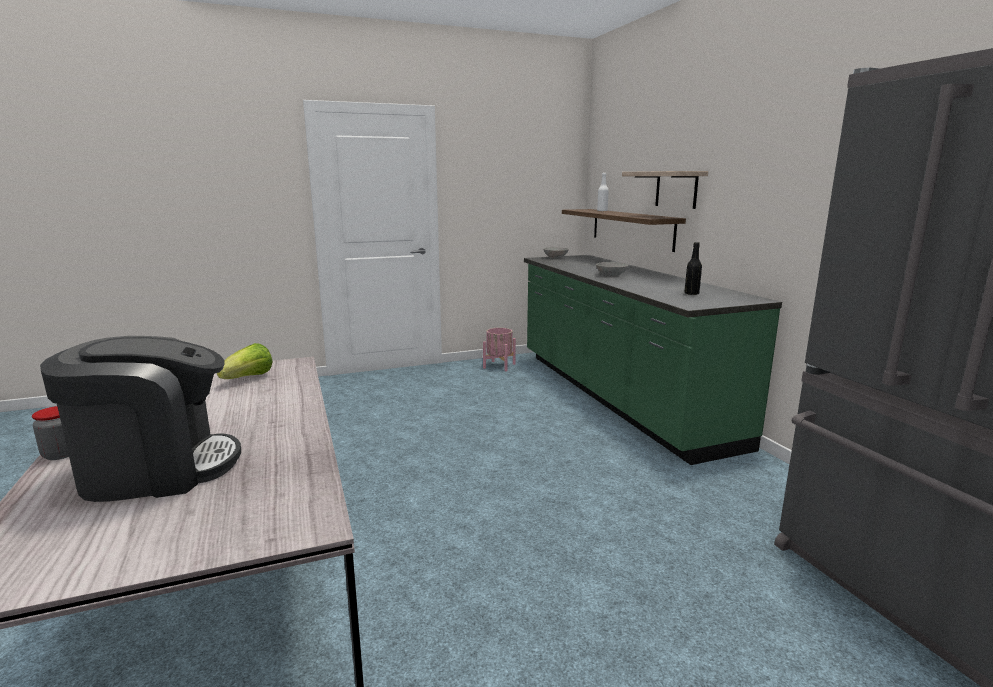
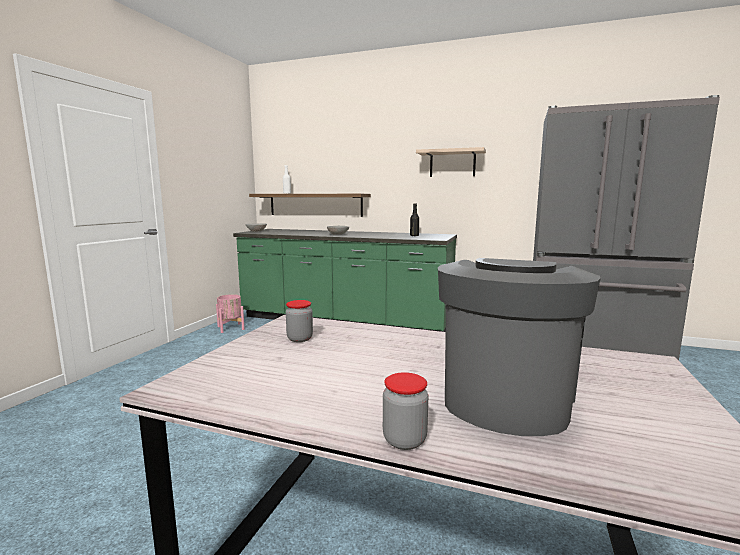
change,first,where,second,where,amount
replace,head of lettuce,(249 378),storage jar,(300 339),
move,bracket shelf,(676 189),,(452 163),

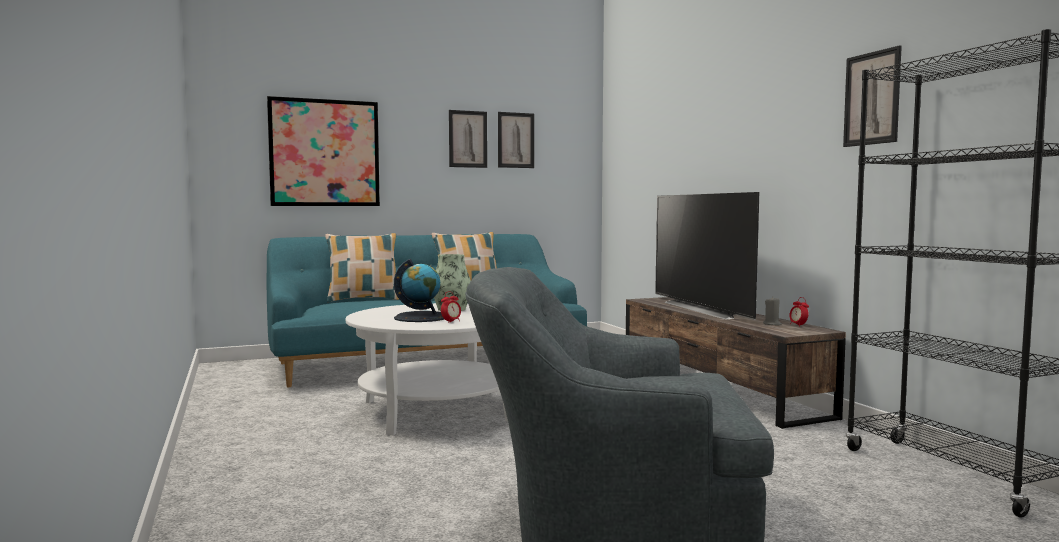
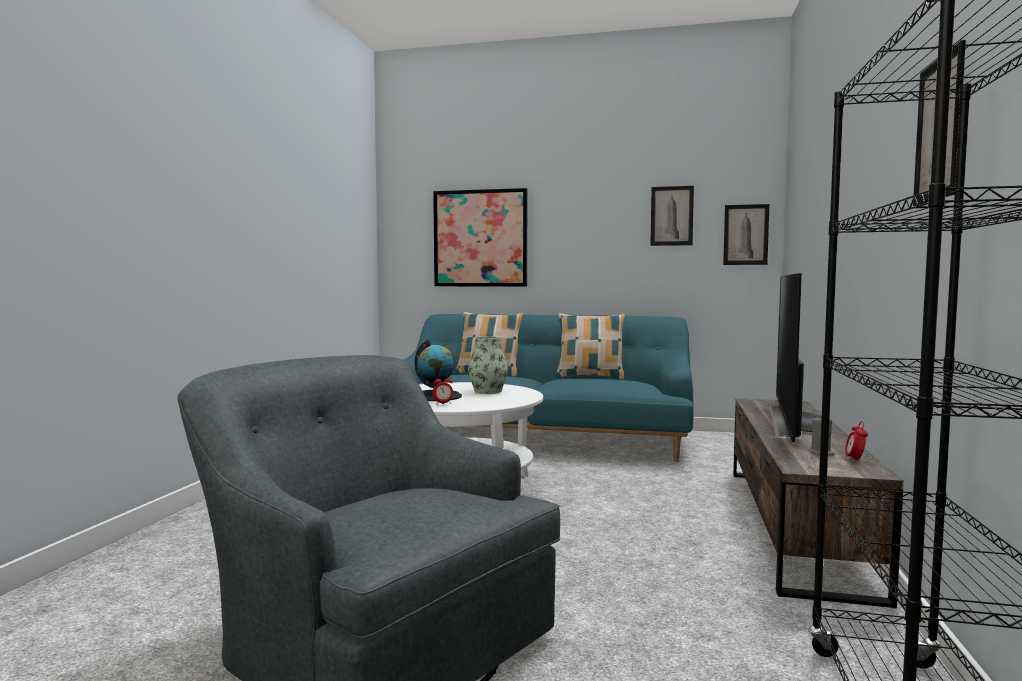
change,first,where,second,where,amount
move,picture,(468 139),,(745 234),

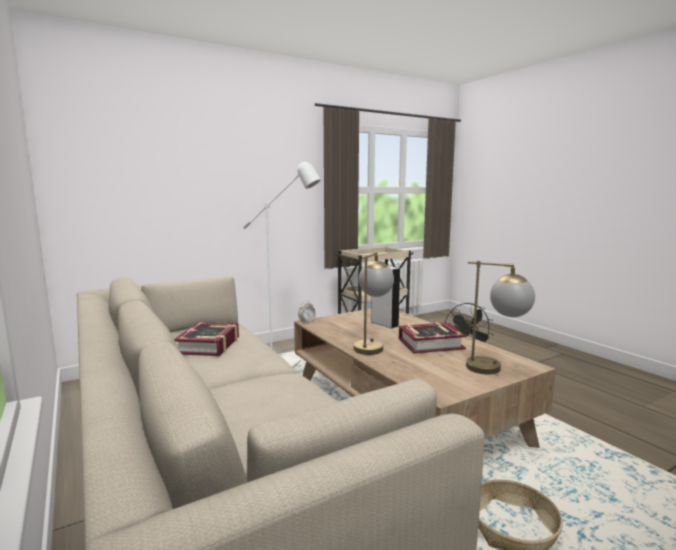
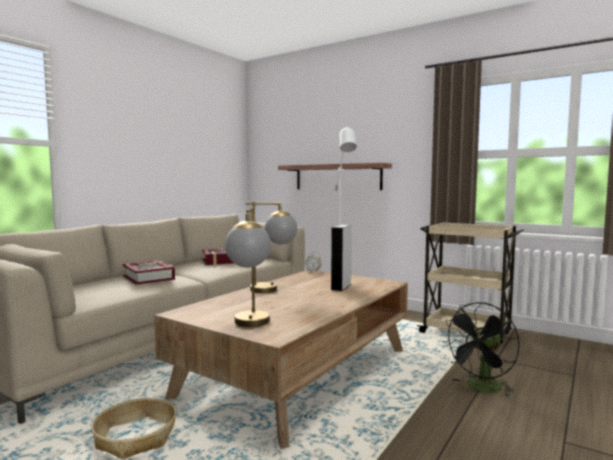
change,first,where,second,where,amount
move,book,(430 344),,(149 278),
insert,,,bracket shelf,(337 177),

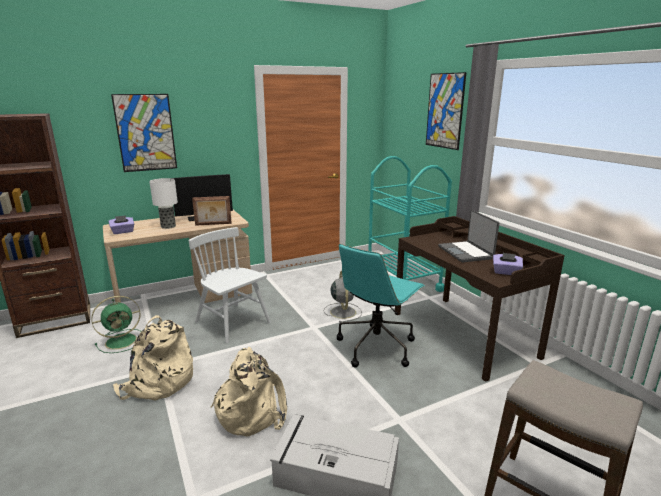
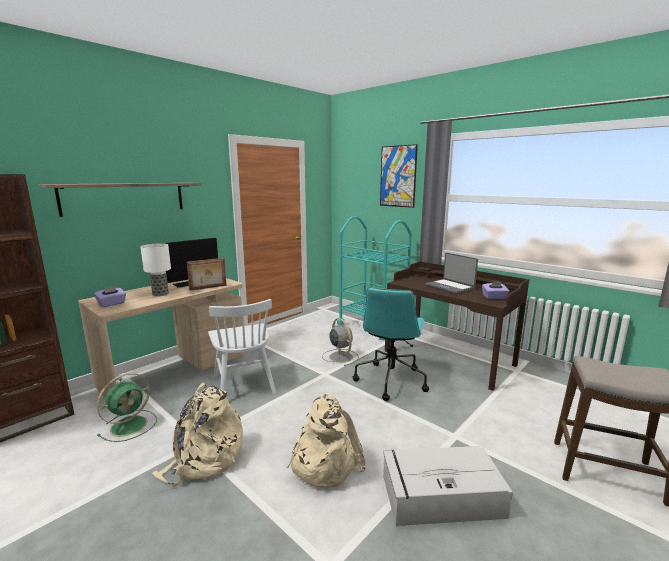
change,first,where,second,where,amount
replace,picture,(145 133),bracket shelf,(125 198),
rotate,whitish plain chair,(233 322),,(243 384),135 degrees counterclockwise

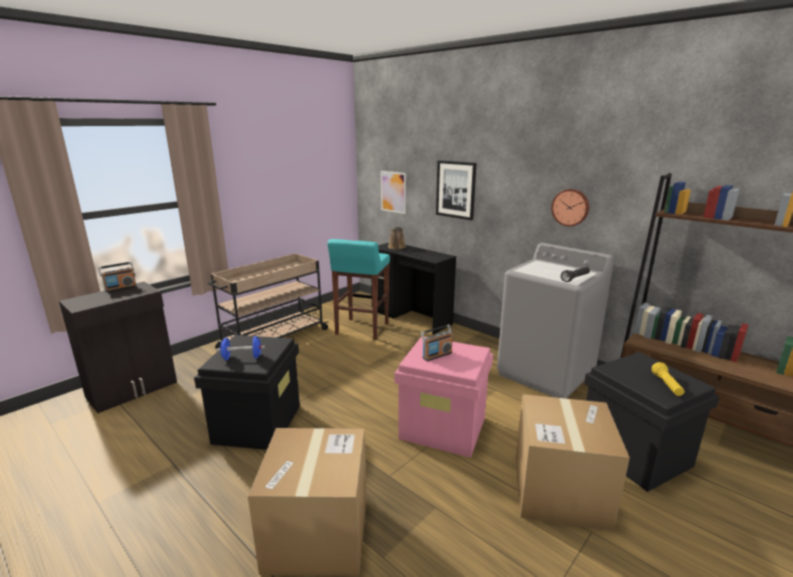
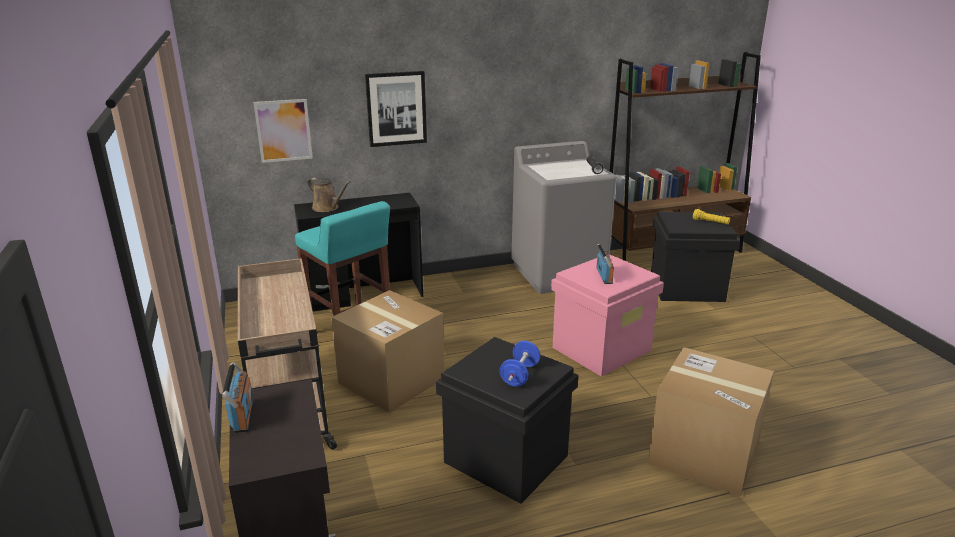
change,first,where,second,where,amount
move,cardboard box,(559 491),,(391 380),
delete,clock on the wall,(570 207),,,

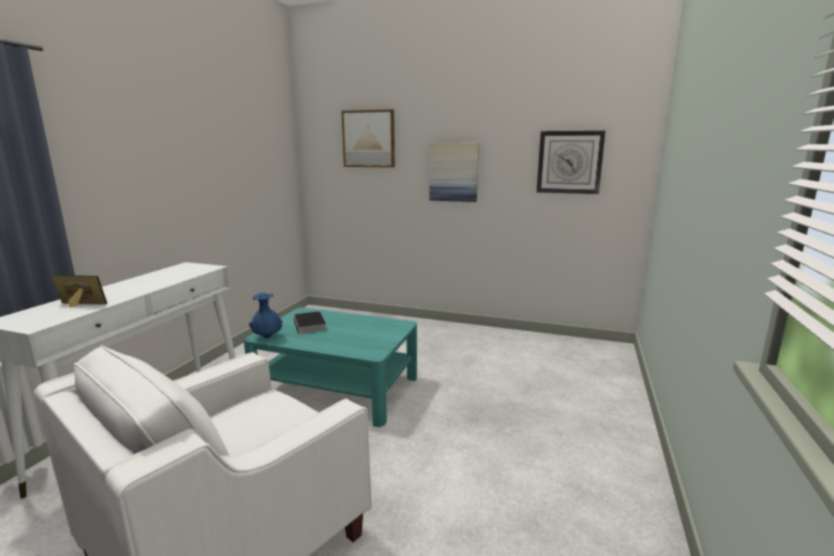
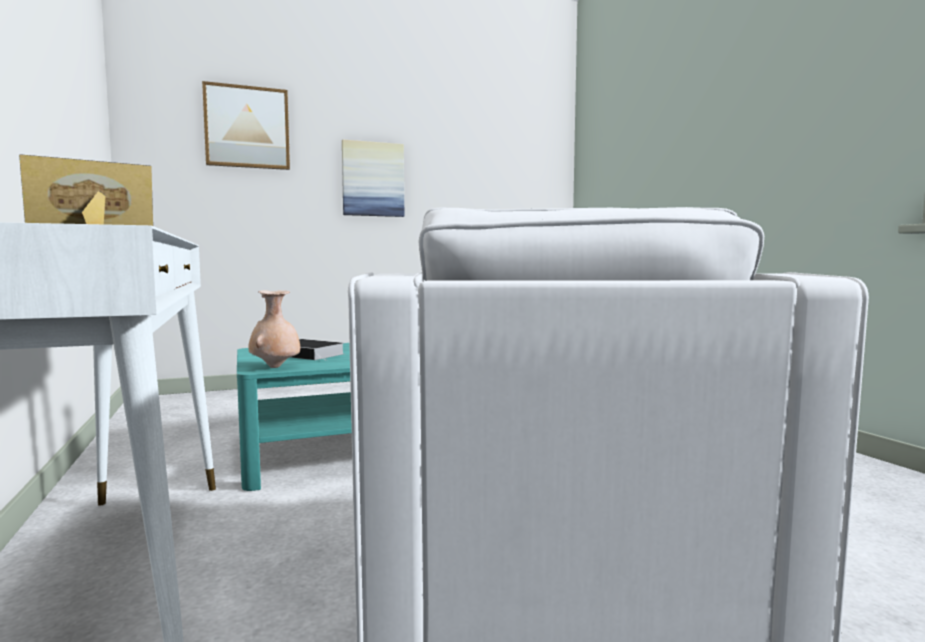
change,first,where,second,where,amount
recolor,bluish decorative vase,(267 337),sand-coloured decorative vase,(275 367),
delete,clock on the wall,(569 162),,,

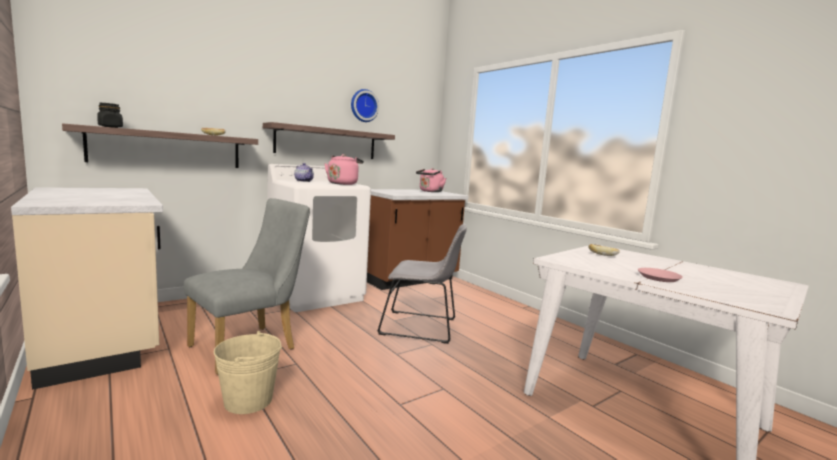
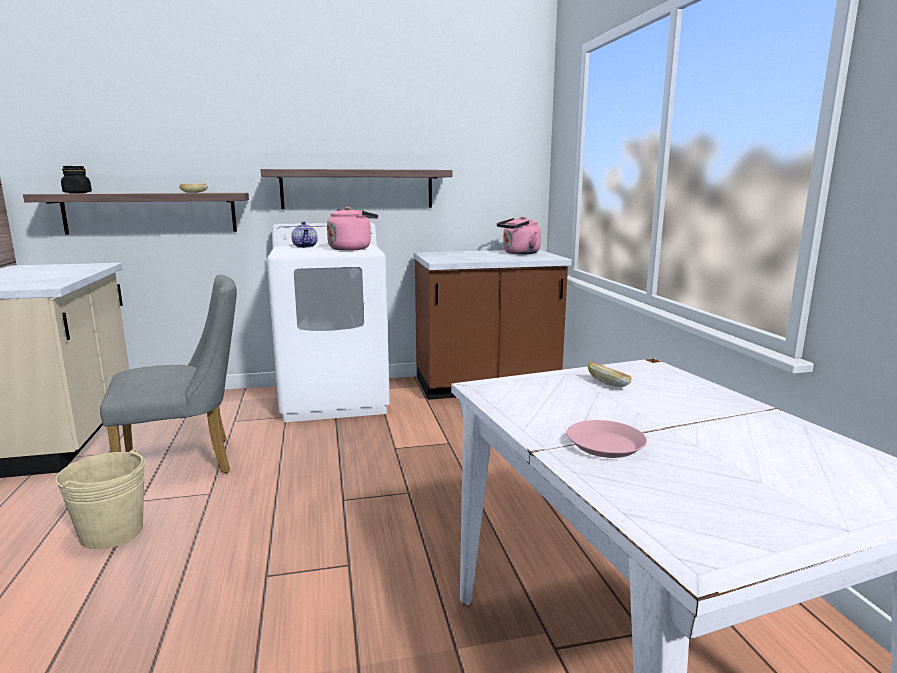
change,first,where,second,where,amount
delete,clock on the wall,(363 105),,,
delete,gray plain chair,(422 327),,,

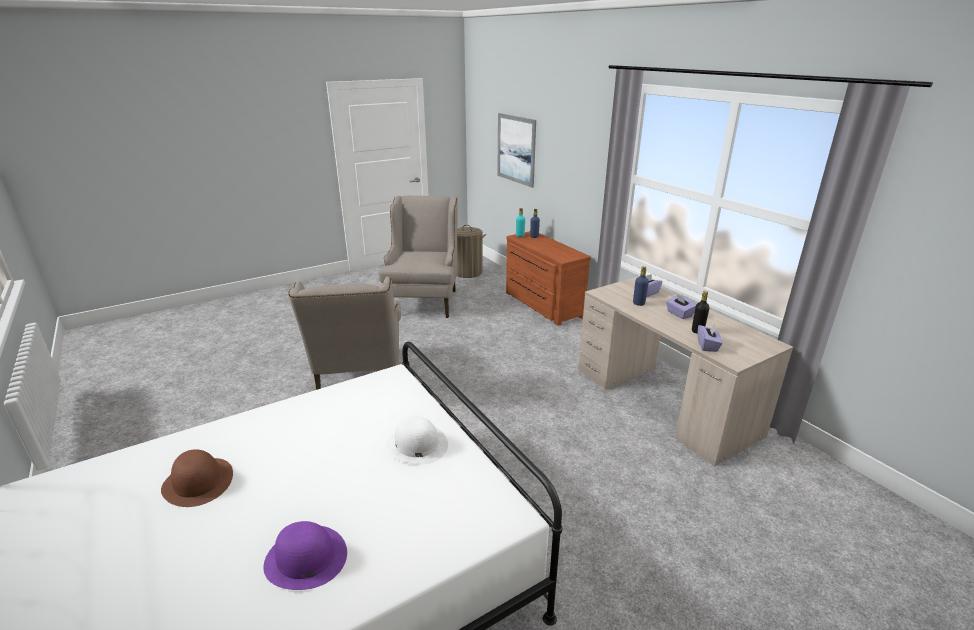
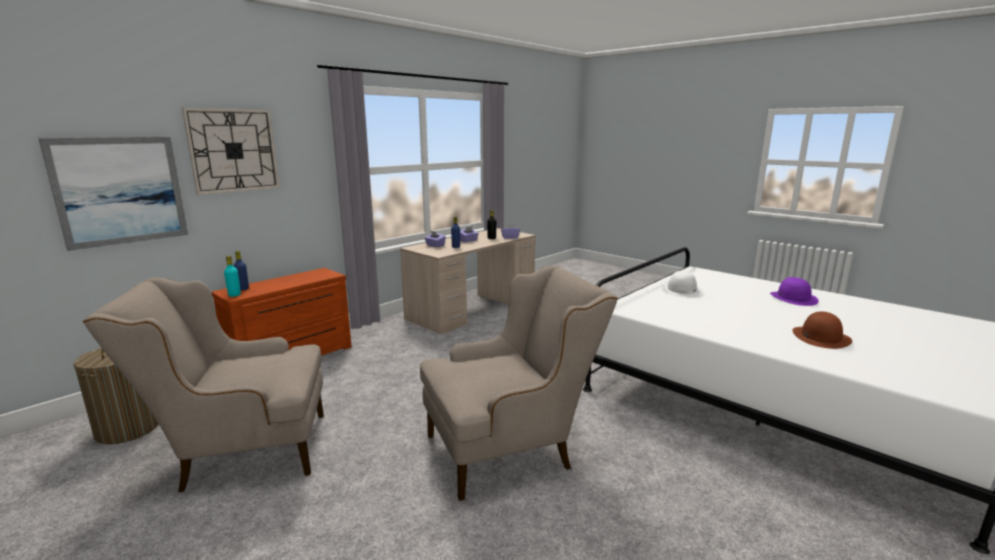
change,first,where,second,where,amount
insert,,,clock on the wall,(233 150),

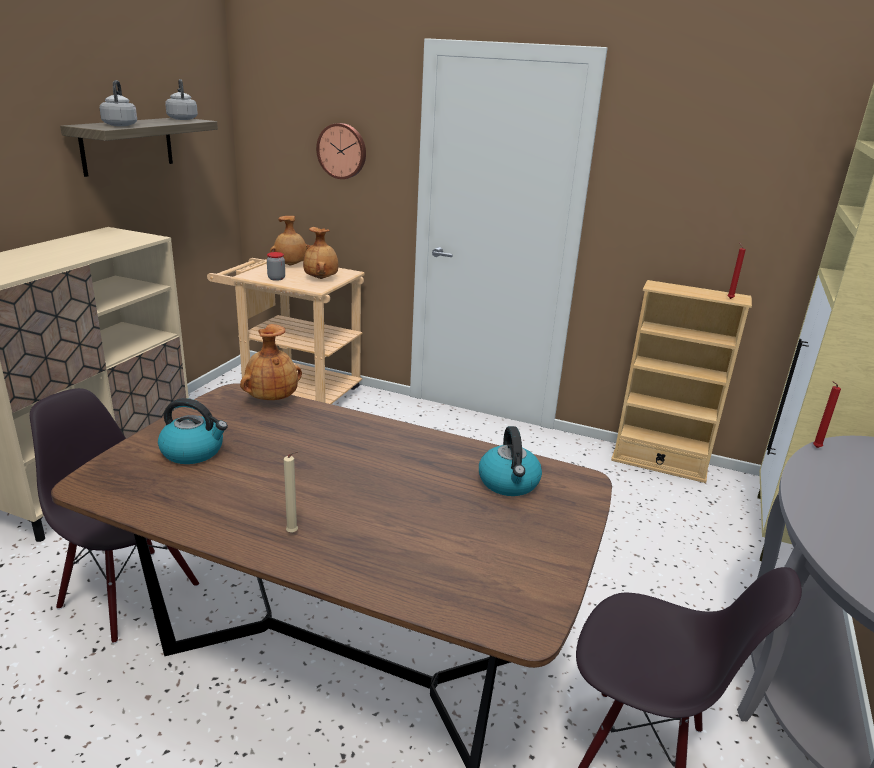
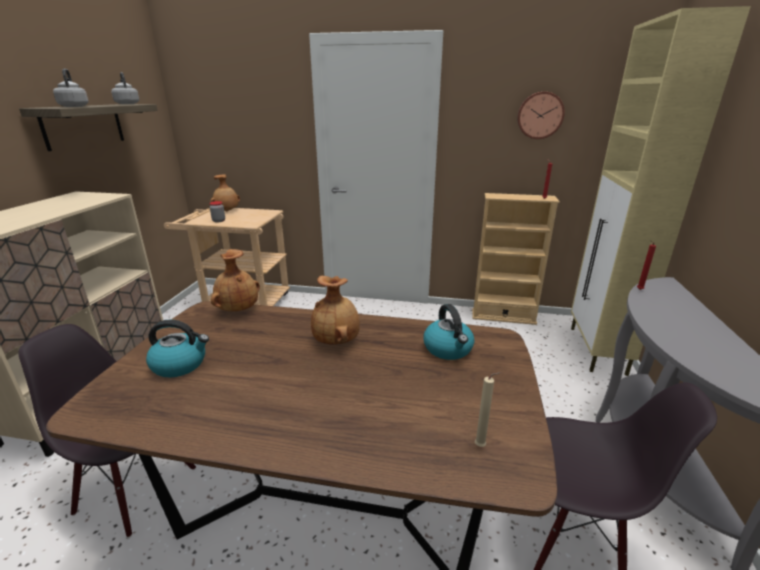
change,first,where,second,where,amount
move,sand-coloured candle,(293 533),,(482 446),
move,brown-coloured decorative vase,(321 278),,(337 341),
move,clock on the wall,(342 151),,(540 115),

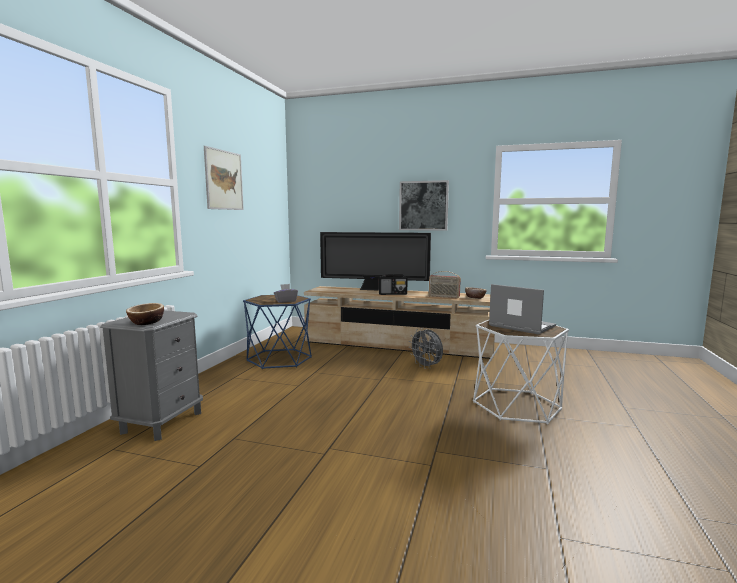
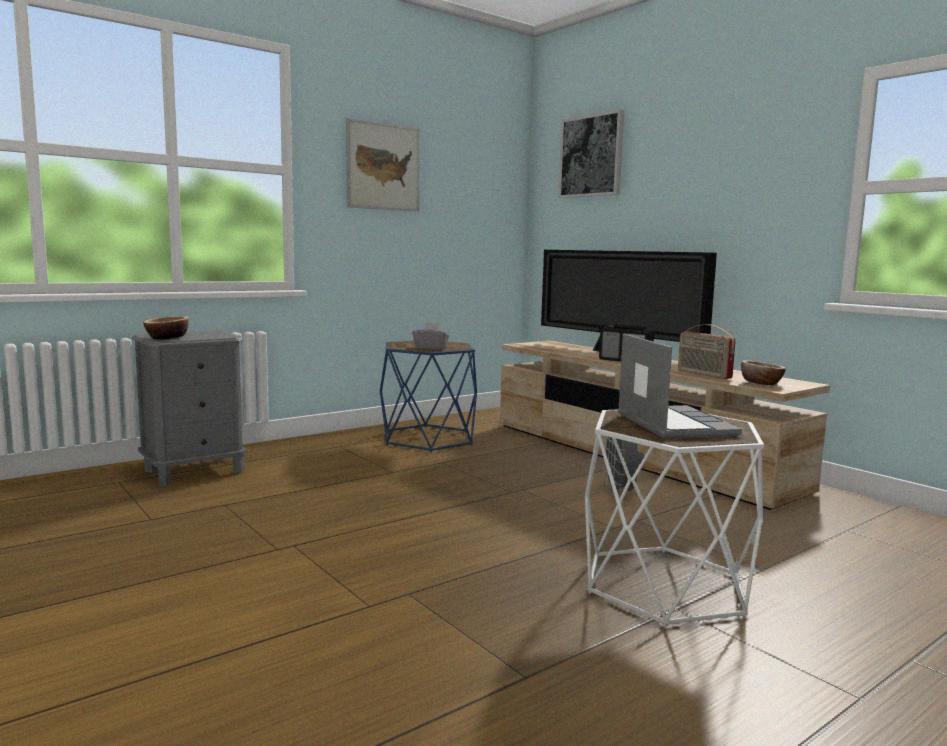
change,first,where,second,where,amount
move,picture,(423 205),,(591 156),

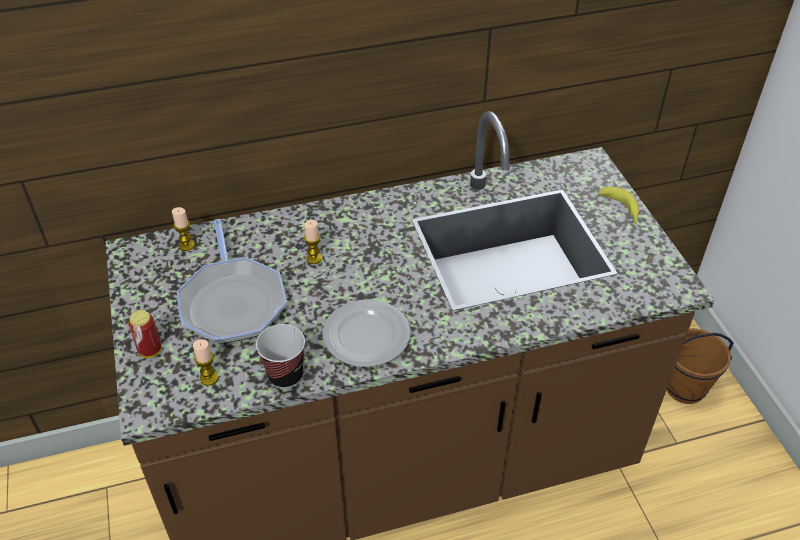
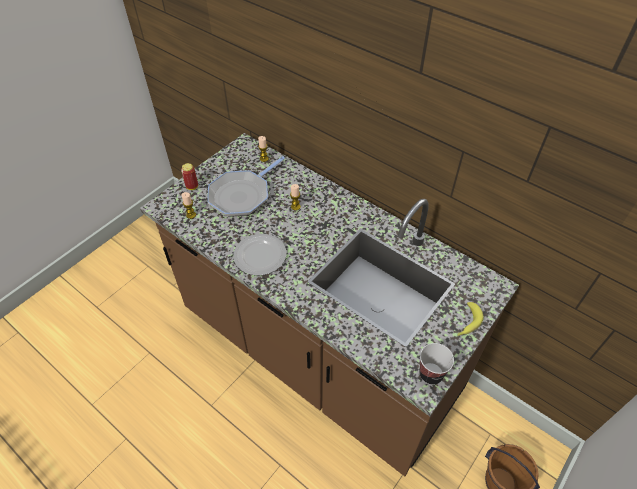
change,first,where,second,where,amount
move,cup,(285 375),,(430 374),

